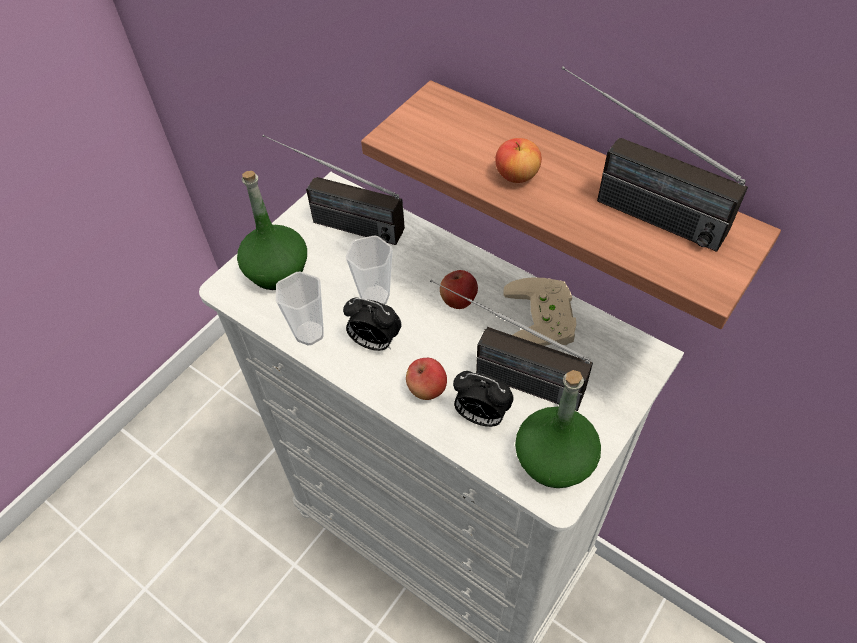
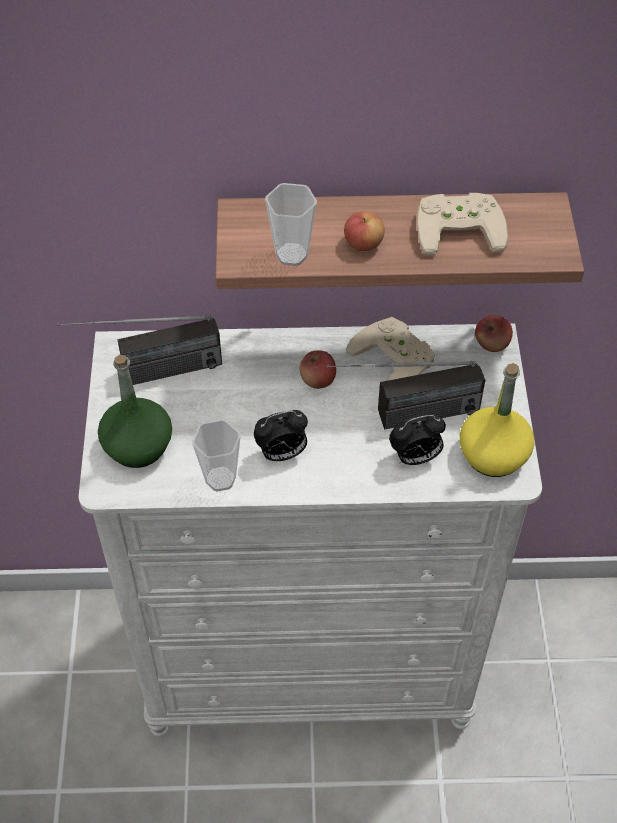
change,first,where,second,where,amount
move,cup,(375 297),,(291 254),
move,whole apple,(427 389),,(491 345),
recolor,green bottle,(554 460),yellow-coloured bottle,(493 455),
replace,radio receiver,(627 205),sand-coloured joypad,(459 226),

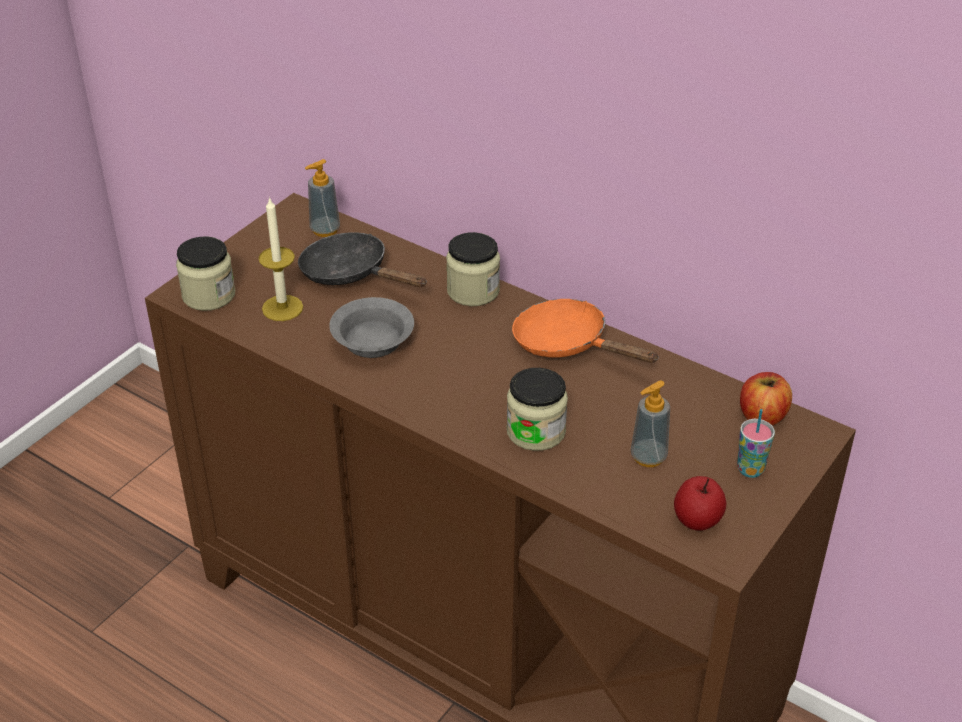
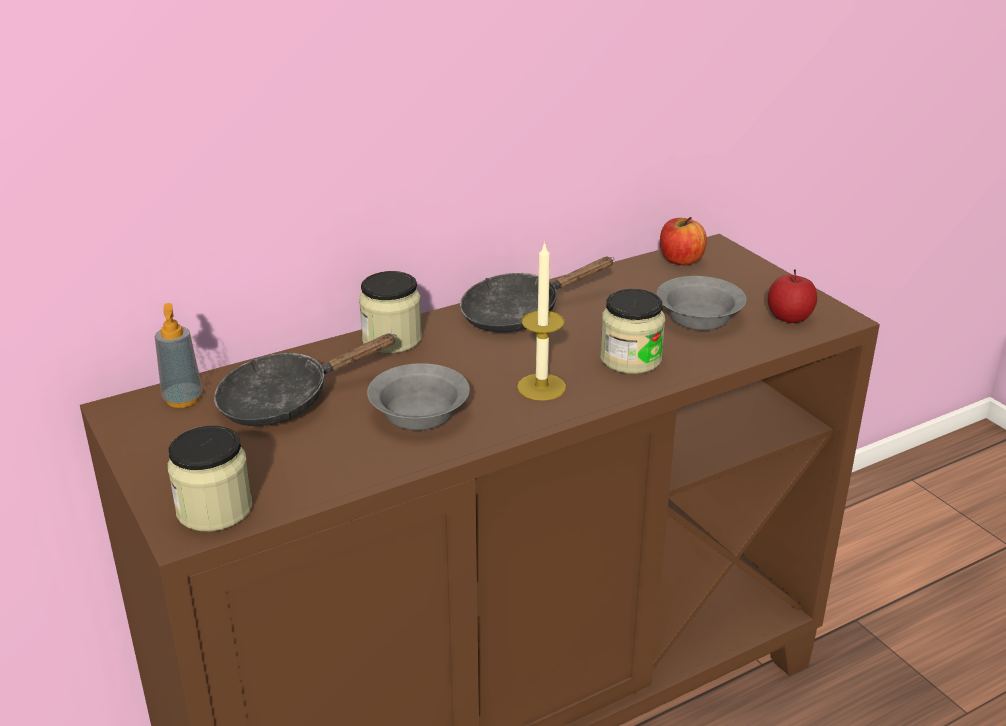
change,first,where,second,where,amount
move,candle,(282 308),,(541 387),
recolor,orange-coloured skillet,(568 344),black skillet,(519 313),
replace,soap dispenser,(648 457),gray bowl,(700 317),
delete,cup,(750 469),,,

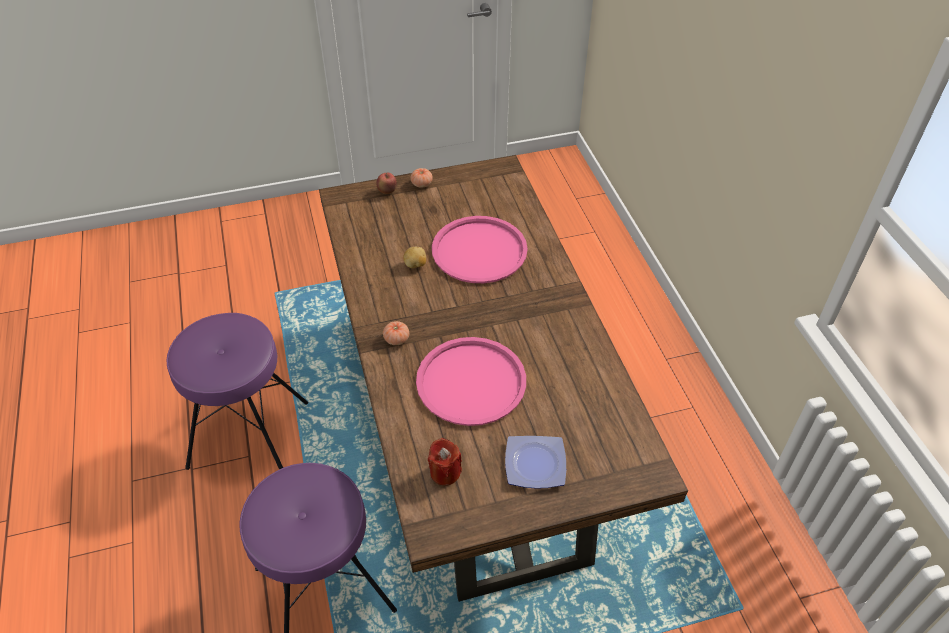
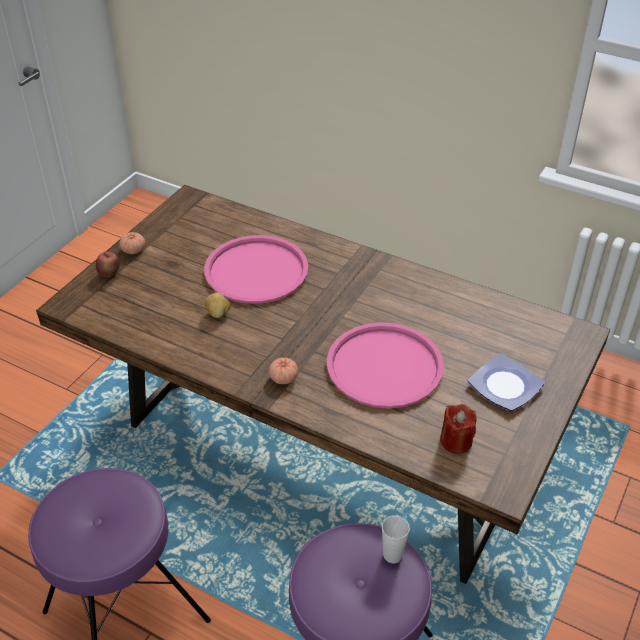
change,first,where,second,where,amount
insert,,,cup,(392 555),

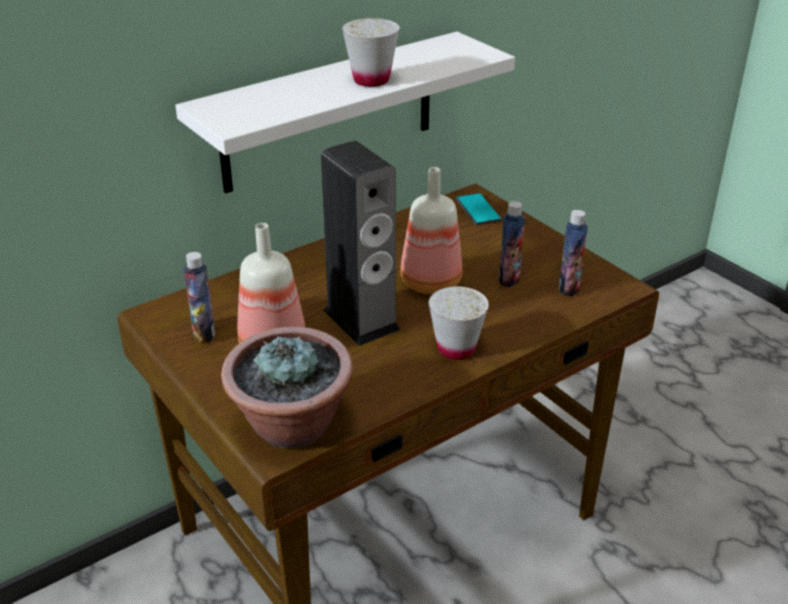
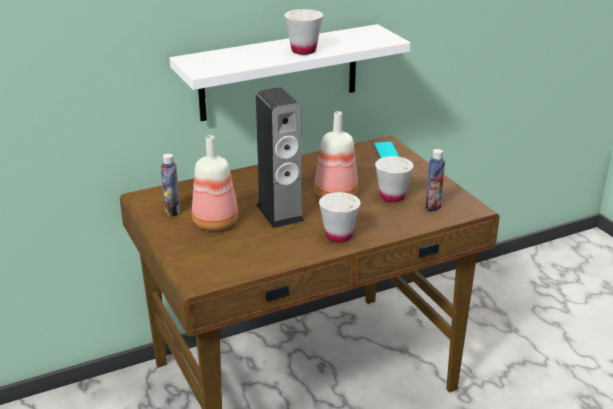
change,first,where,second,where,amount
delete,potted plant,(292 427),,,
replace,bottle,(509 278),whitish cup,(392 197),

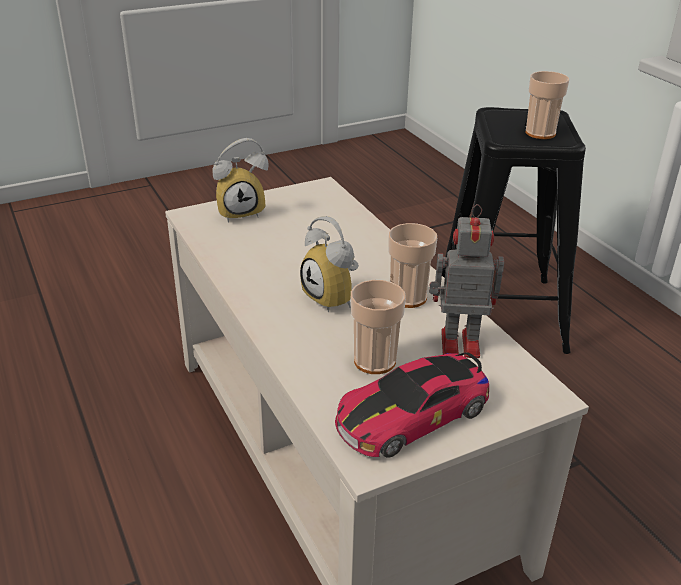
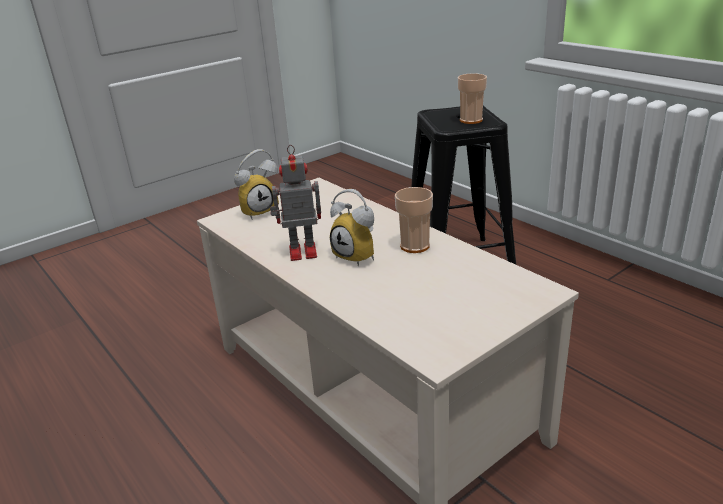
change,first,where,second,where,amount
delete,toy car,(412 414),,,
delete,cup,(374 361),,,
move,toy robot,(457 343),,(301 252),

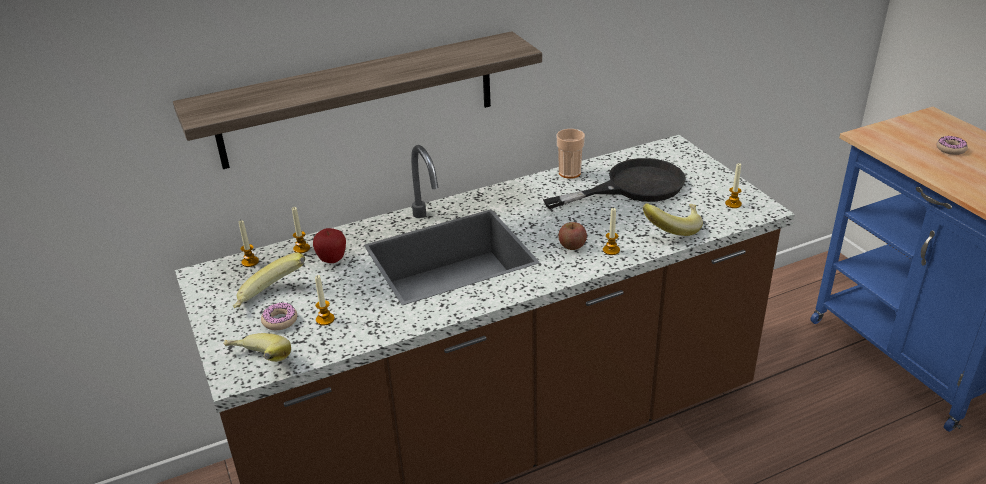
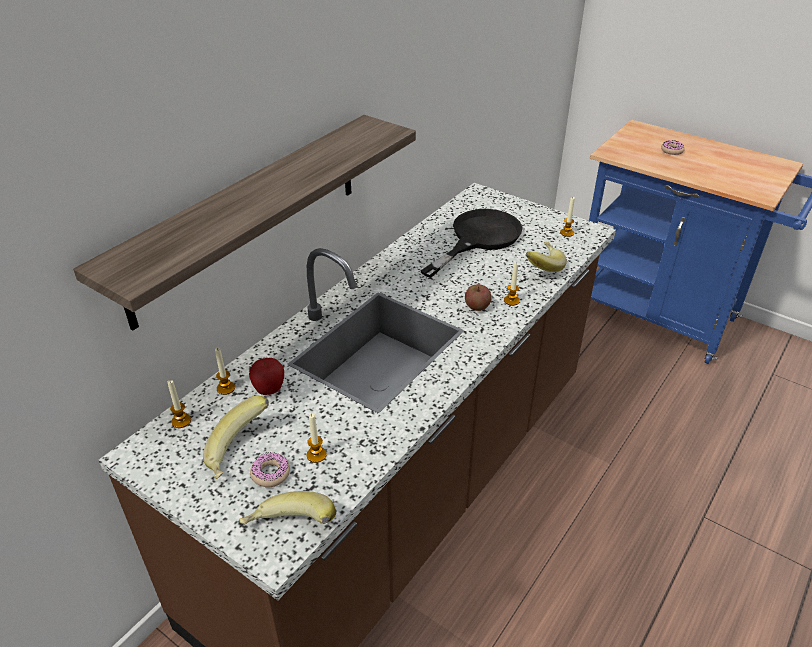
change,first,where,second,where,amount
delete,cup,(569 173),,,

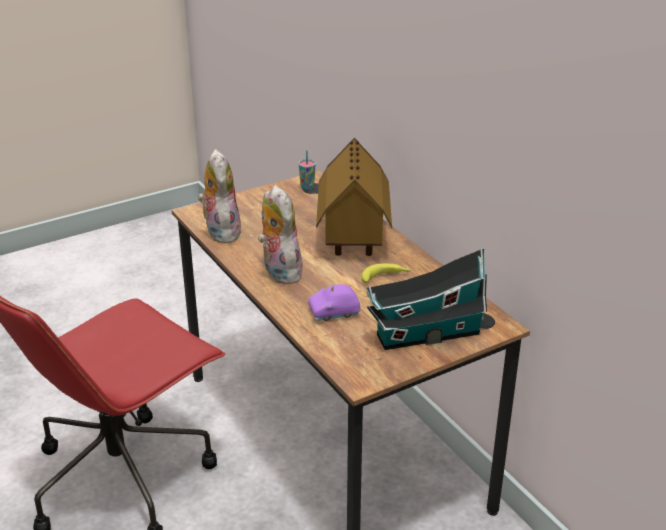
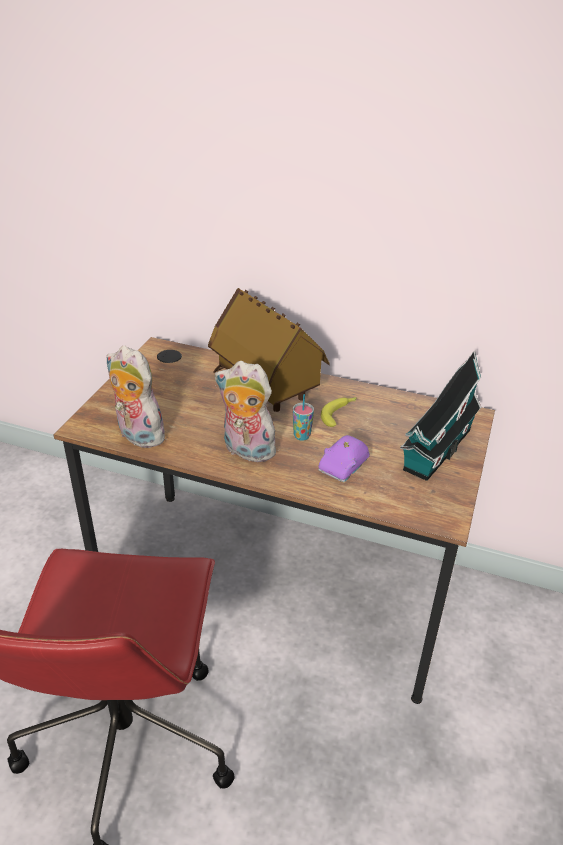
change,first,where,second,where,amount
move,cup,(307 187),,(302 436),

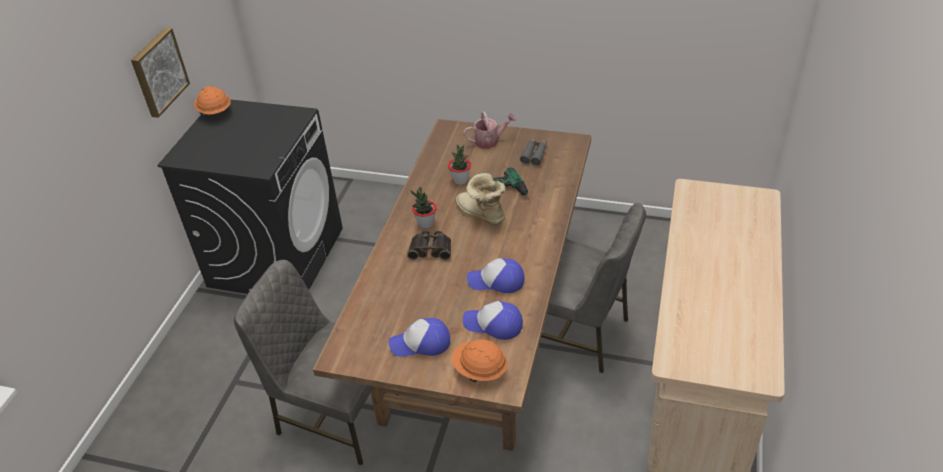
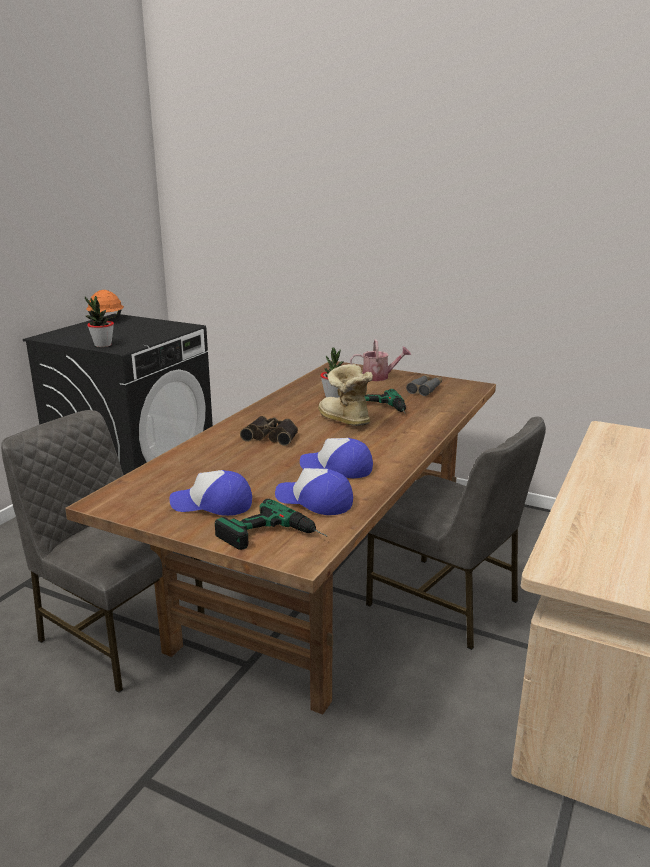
change,first,where,second,where,amount
delete,picture,(158 72),,,
move,potted plant,(426 224),,(103 345),
replace,orange-coloured safety helmet,(479 370),power drill,(274 538),

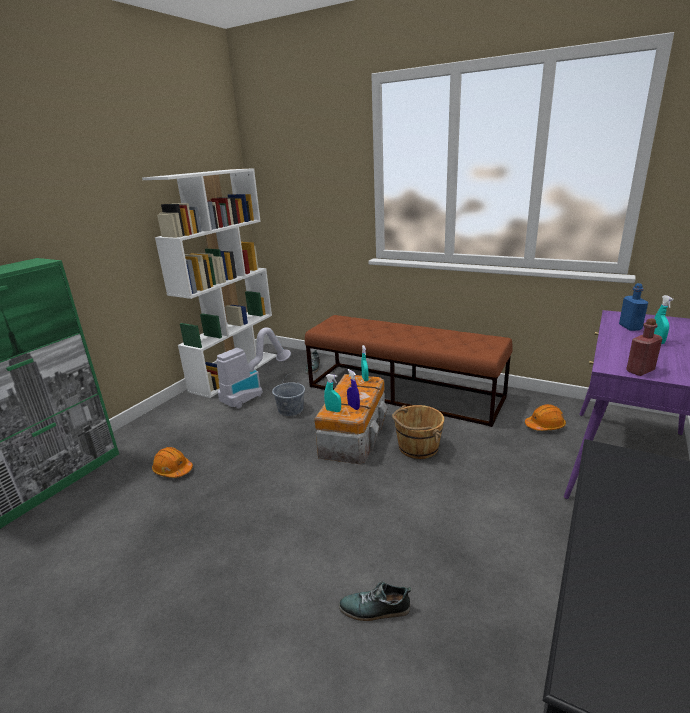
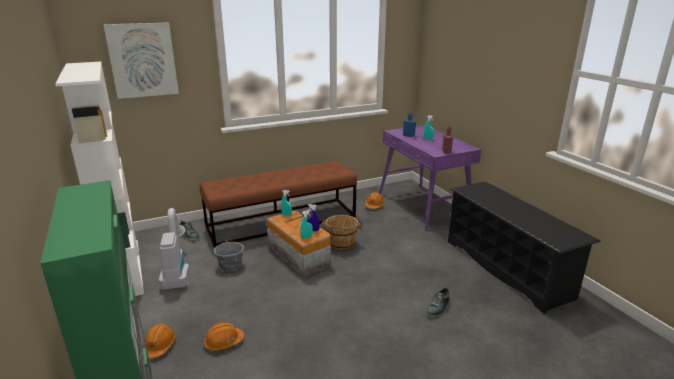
change,first,where,second,where,amount
insert,,,picture,(143 60),
insert,,,orange-coloured safety helmet,(159 346),

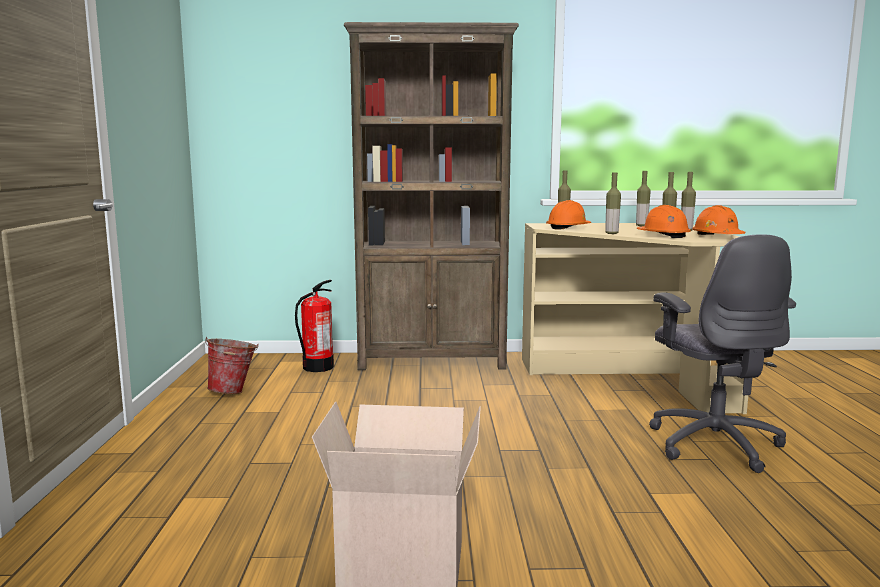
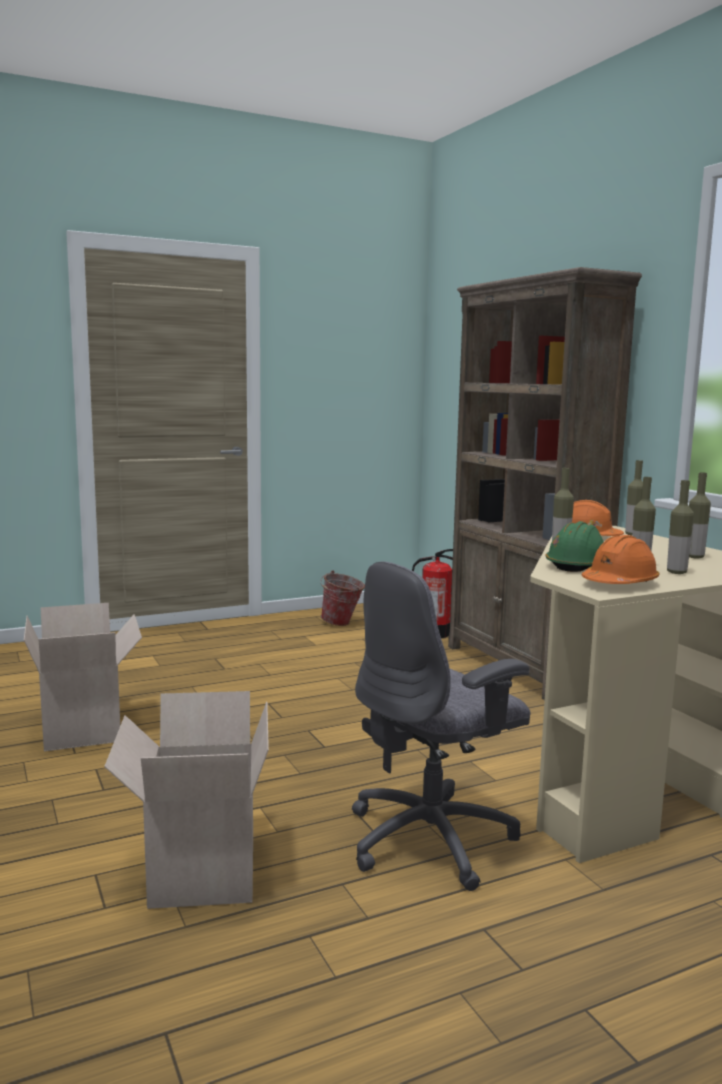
change,first,where,second,where,amount
recolor,orange-coloured safety helmet,(663 236),green safety helmet,(577 565),
insert,,,cardboard box,(199 869),

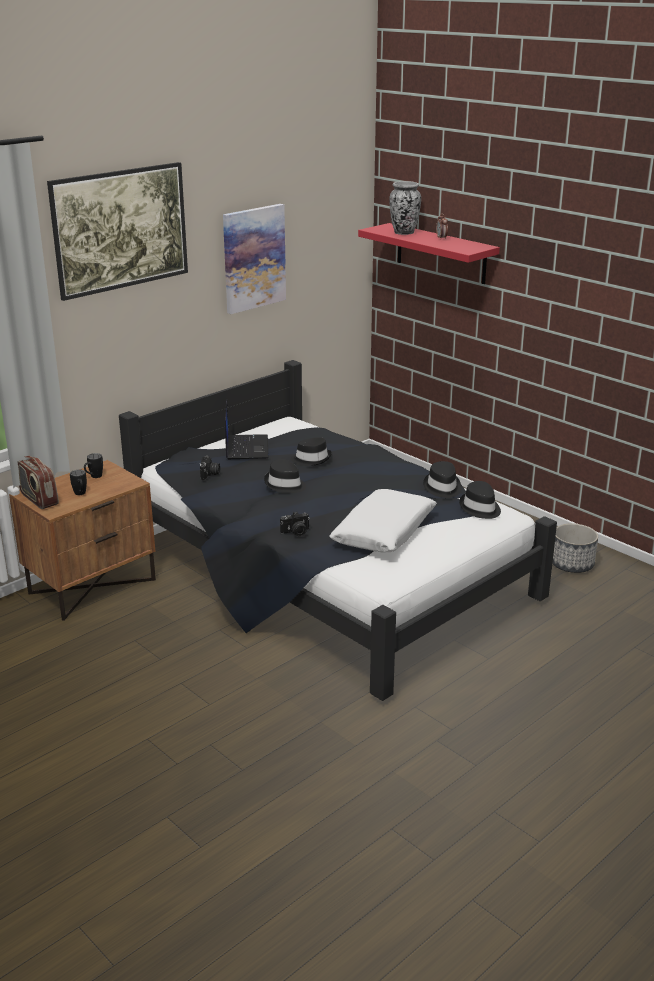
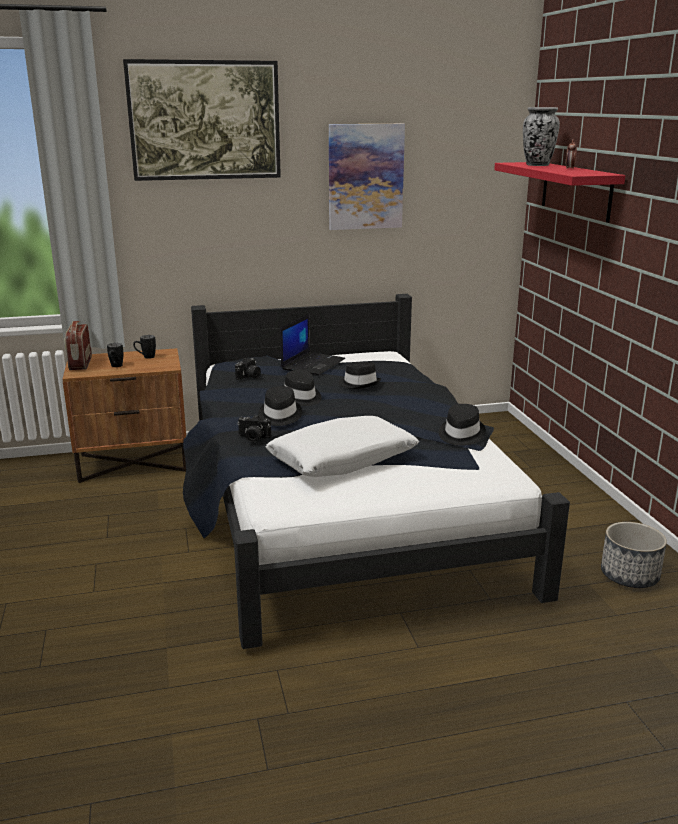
change,first,where,second,where,amount
move,black clothing hat,(480 508),,(279 415),

